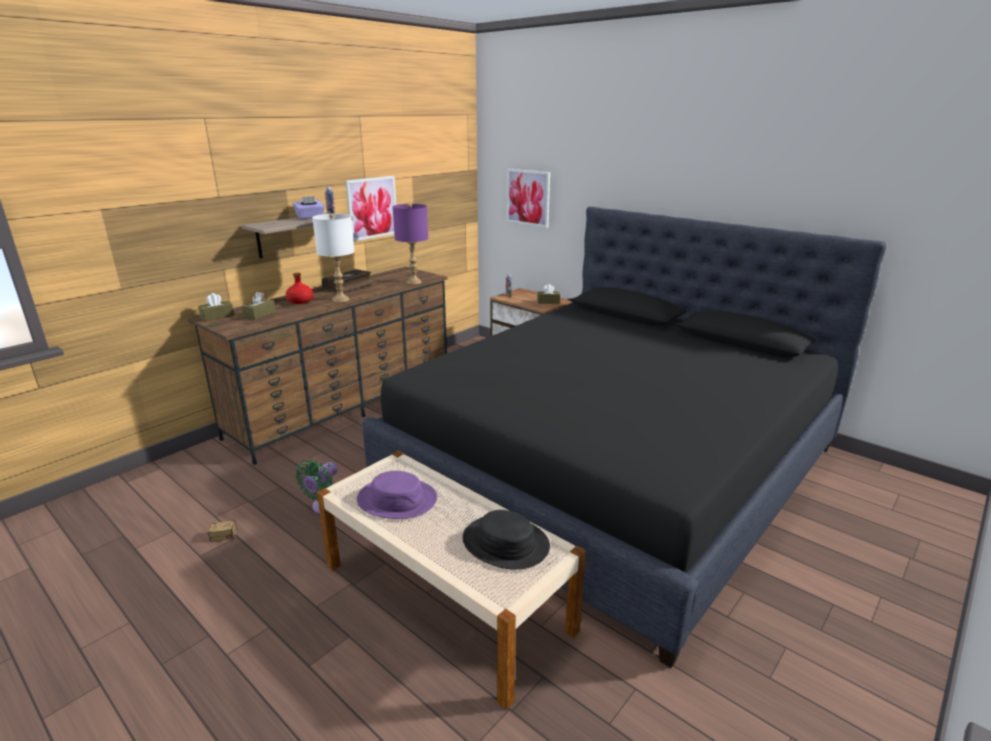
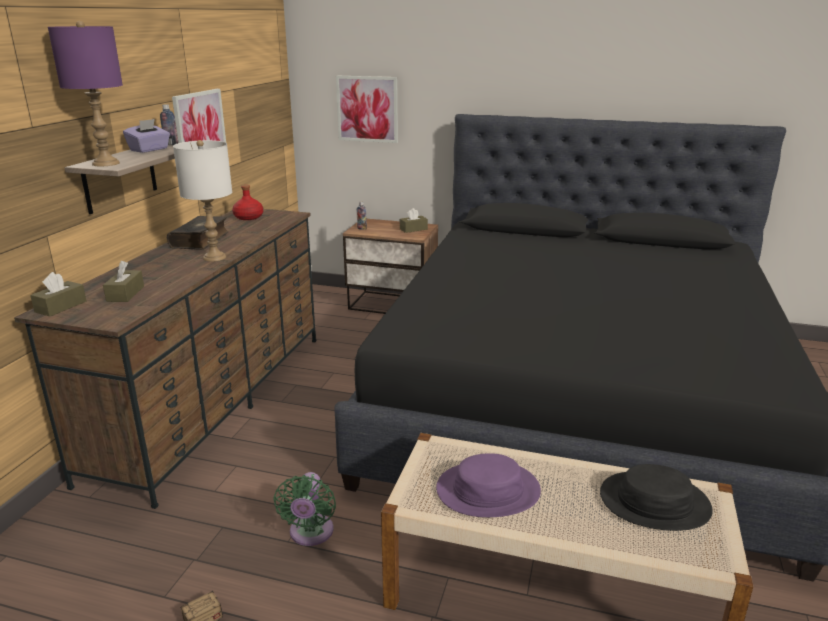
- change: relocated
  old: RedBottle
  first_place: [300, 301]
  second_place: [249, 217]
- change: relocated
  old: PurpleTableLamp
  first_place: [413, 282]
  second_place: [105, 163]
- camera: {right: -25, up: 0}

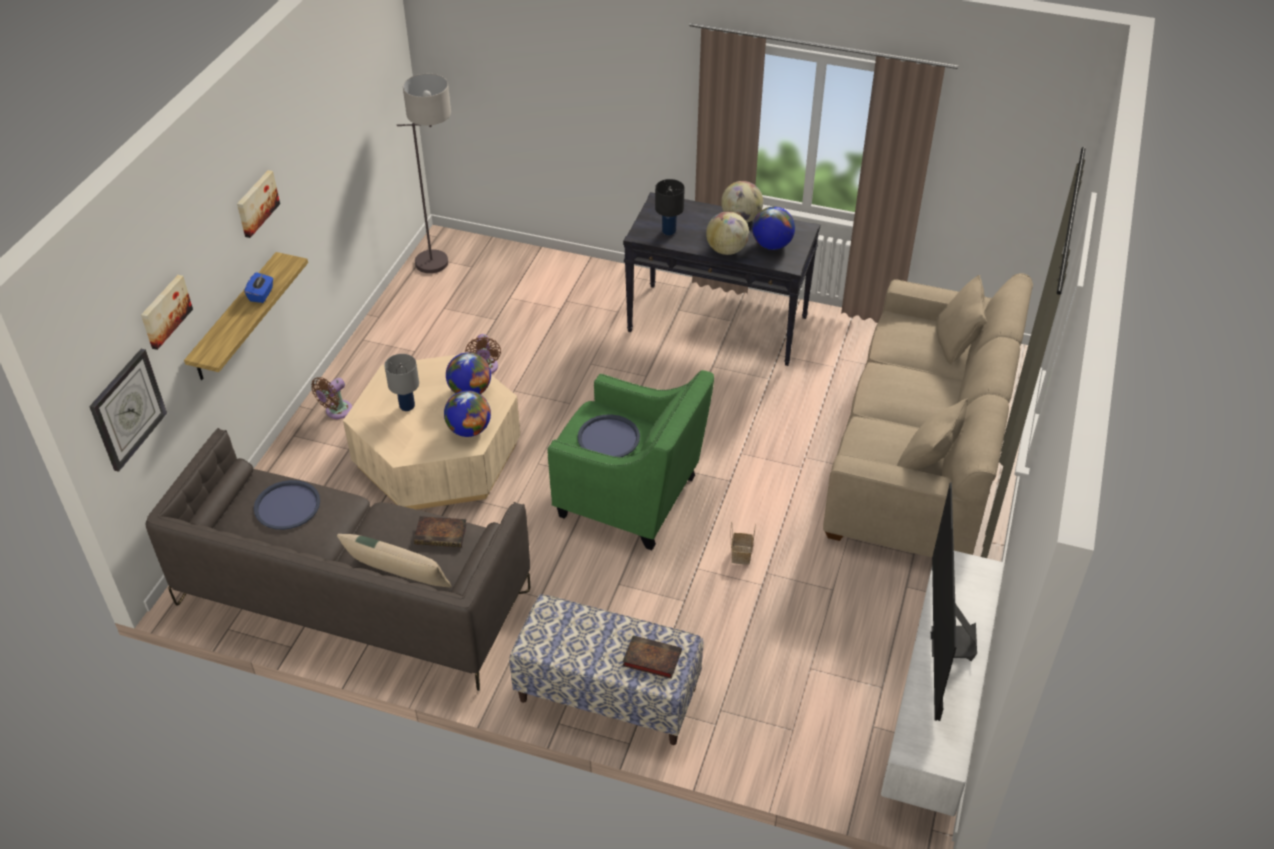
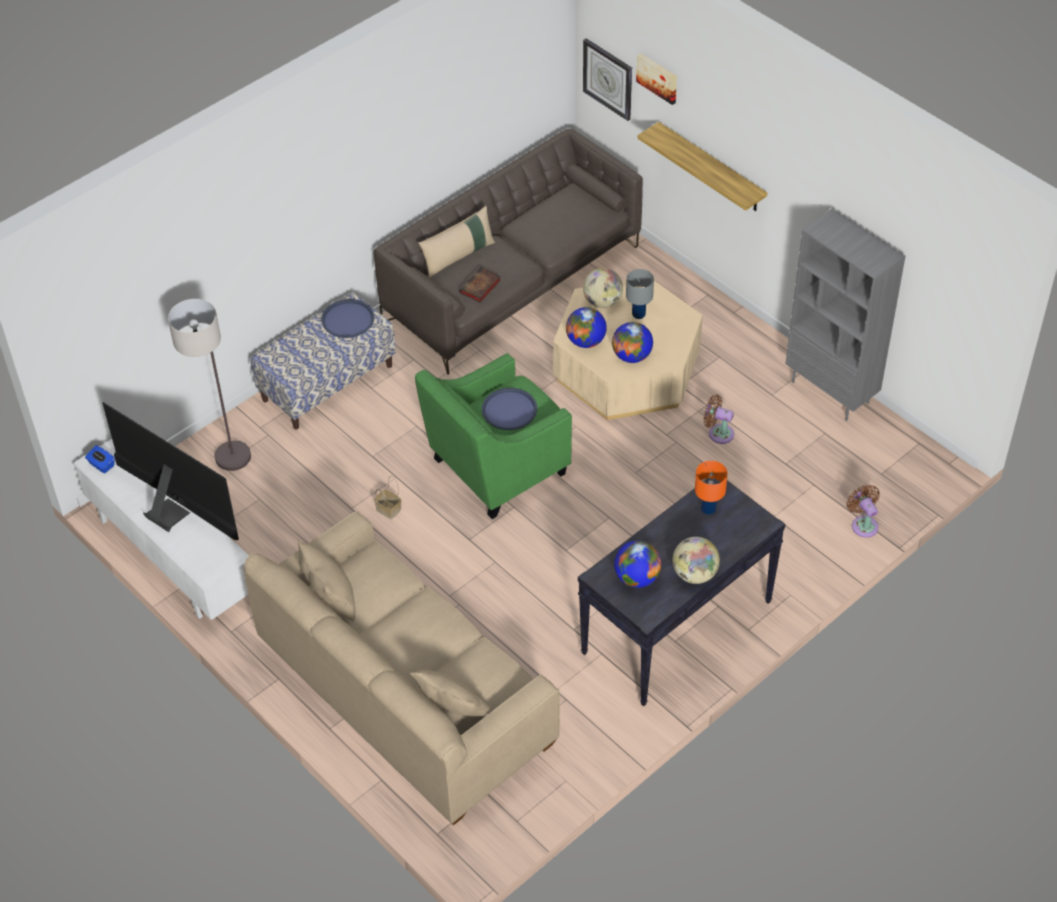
- change: missing
  old: Picture
  first_place: [256, 203]
- change: missing
  old: Book
  first_place: [650, 659]
- change: appeared
  new: GreyBookcase
  second_place: [831, 392]
- change: relocated
  old: BlueTissueBox
  first_place: [261, 295]
  second_place: [101, 465]
- change: relocated
  old: BlueTray
  first_place: [287, 506]
  second_place: [347, 319]
- change: relocated
  old: BrownFan
  first_place: [336, 411]
  second_place: [863, 524]
- change: relocated
  old: GreyFloorLamp
  first_place: [442, 262]
  second_place: [227, 464]
- change: relocated
  old: Globe
  first_place: [726, 250]
  second_place: [602, 302]
- change: colour
  old: BlackTableLamp
  new: OrangeTableLamp
  first_place: [668, 232]
  second_place: [708, 508]
- camera: {right: 120, up: 5}

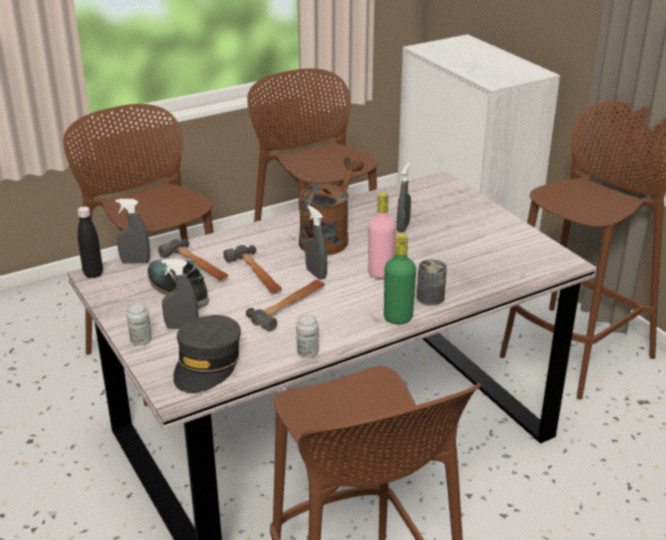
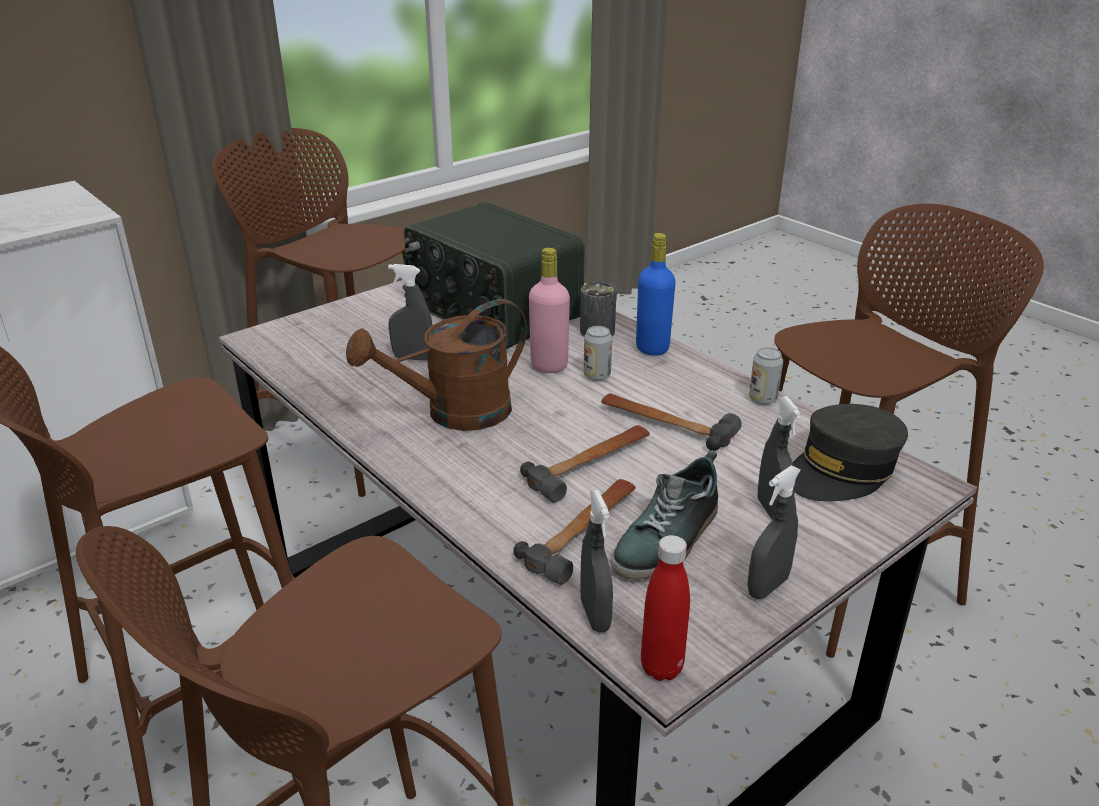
- change: appeared
  new: Radio
  second_place: [492, 311]
- change: relocated
  old: Can
  first_place: [141, 340]
  second_place: [597, 375]
- change: relocated
  old: GreySprayBottle
  first_place: [316, 274]
  second_place: [767, 587]
- change: colour
  old: BlackBottle
  new: RedBottle
  first_place: [93, 274]
  second_place: [661, 667]
- change: colour
  old: GreenBottle
  new: BlueBottle
  first_place: [398, 318]
  second_place: [652, 348]
- change: spun
  old: GreyCap
  first_place: [207, 364]
  second_place: [842, 470]
  degrees: 135
- change: spun
  old: BrownWateringCan
  first_place: [328, 237]
  second_place: [454, 414]
  degrees: -45
- camera: {right: -100, up: 0}

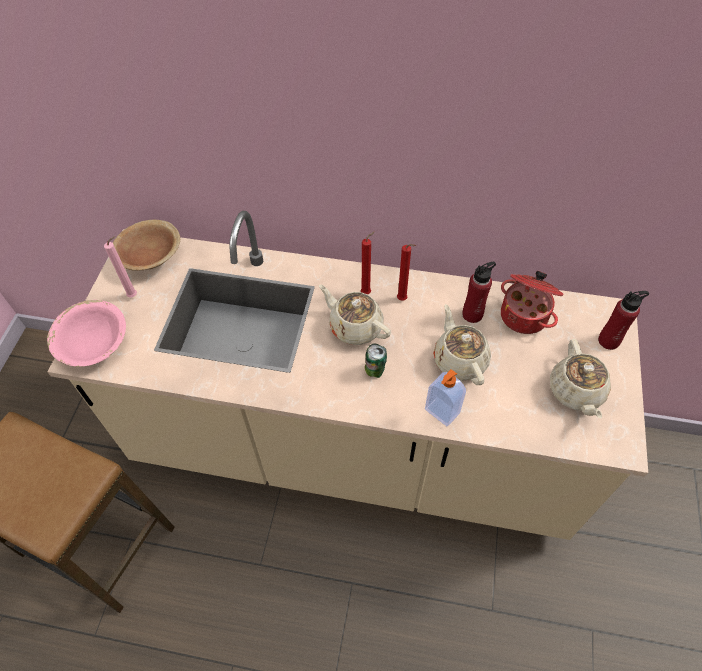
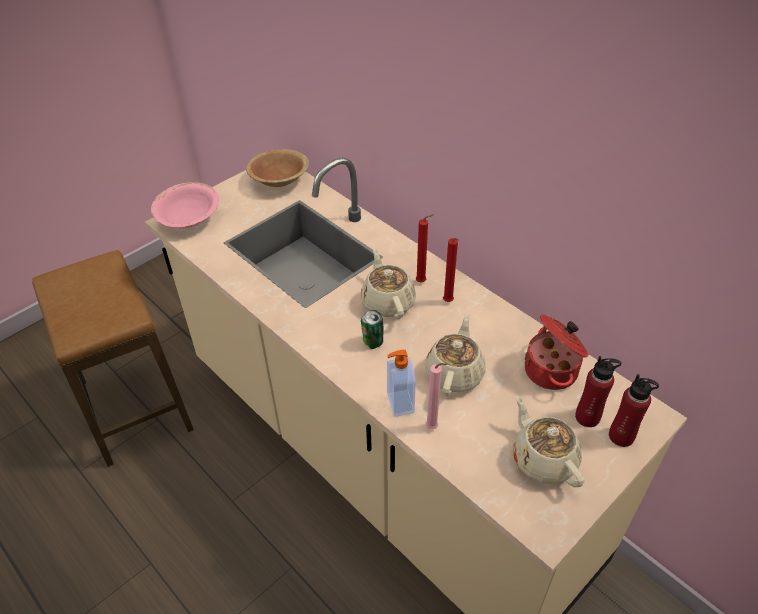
- change: relocated
  old: PinkCandle
  first_place: [134, 295]
  second_place: [433, 428]
- change: relocated
  old: RedBottle
  first_place: [472, 314]
  second_place: [587, 417]
- change: spun
  old: BeigeTeapot
  first_place: [576, 392]
  second_place: [543, 459]
  degrees: 120
- camera: {right: 35, up: -10}

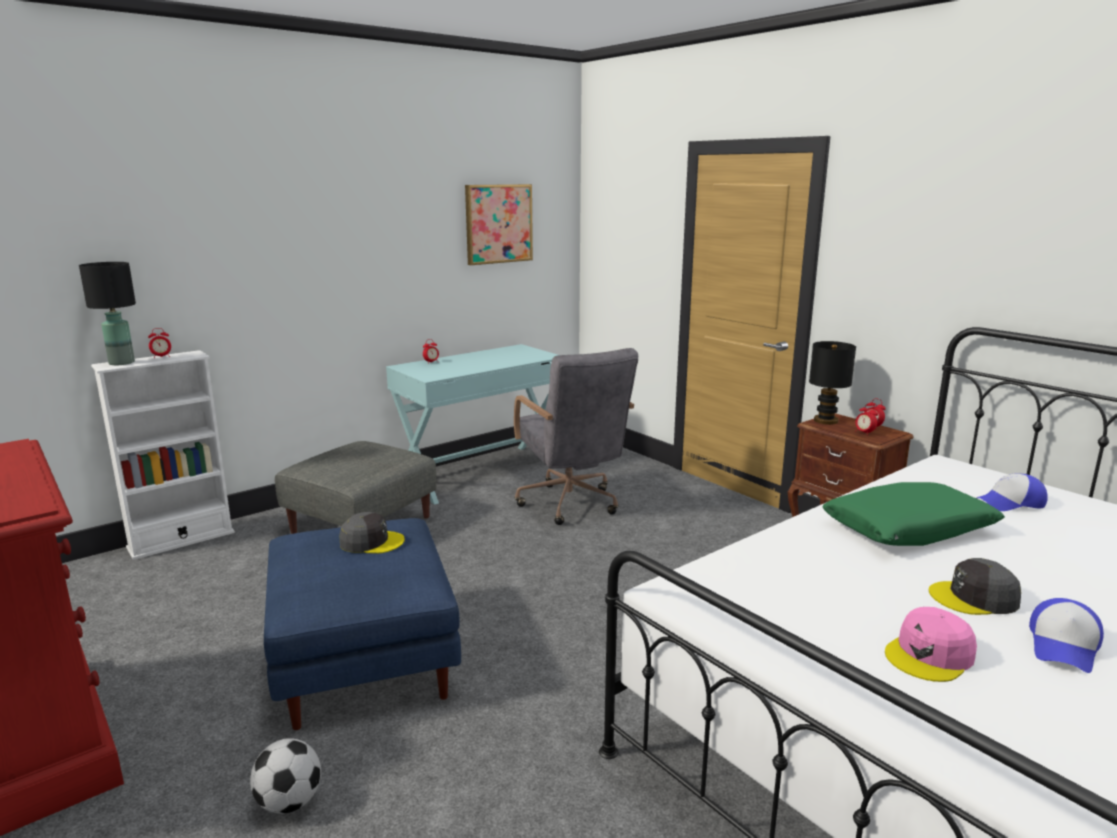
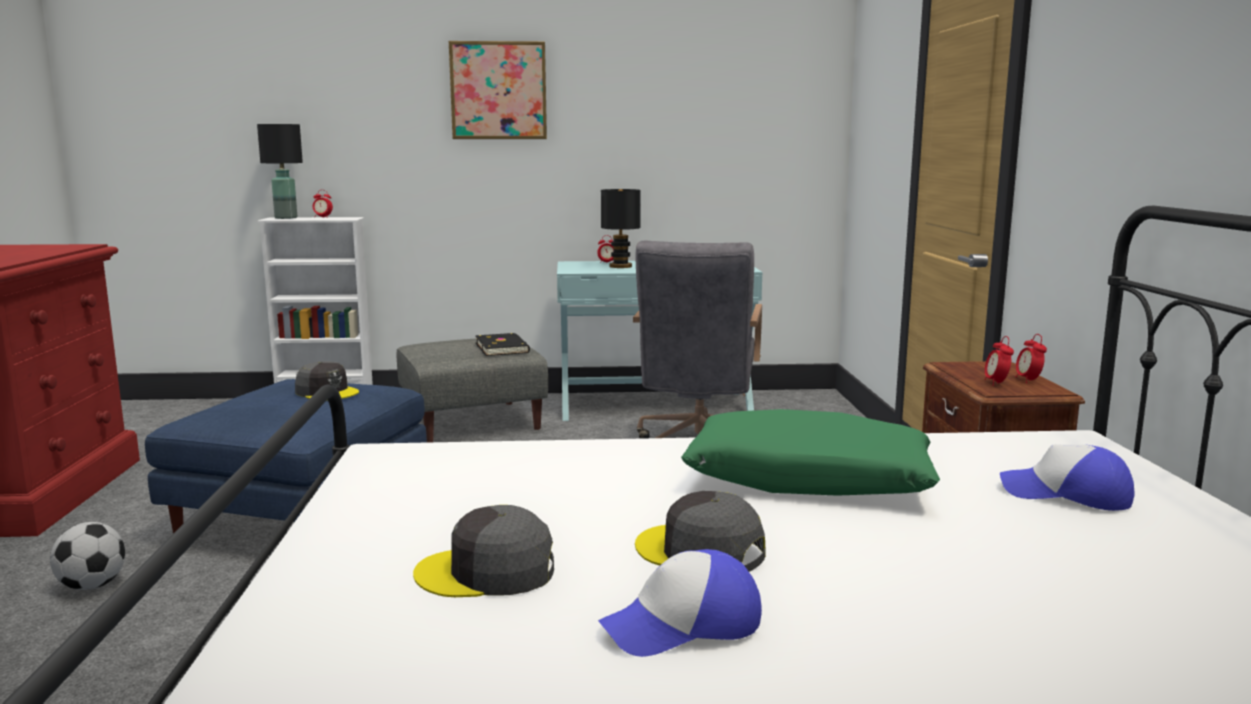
- change: appeared
  new: BlackBook
  second_place: [503, 348]
- change: relocated
  old: Picture
  first_place: [498, 224]
  second_place: [498, 91]
- change: relocated
  old: BlackTableLamp
  first_place: [825, 421]
  second_place: [620, 266]
- change: colour
  old: PinkCap
  new: GreyCap
  first_place: [930, 655]
  second_place: [487, 572]
- camera: {right: 35, up: -5}

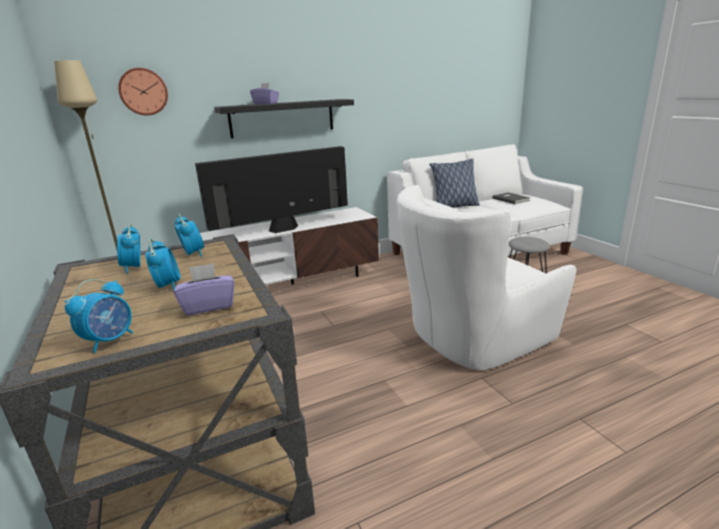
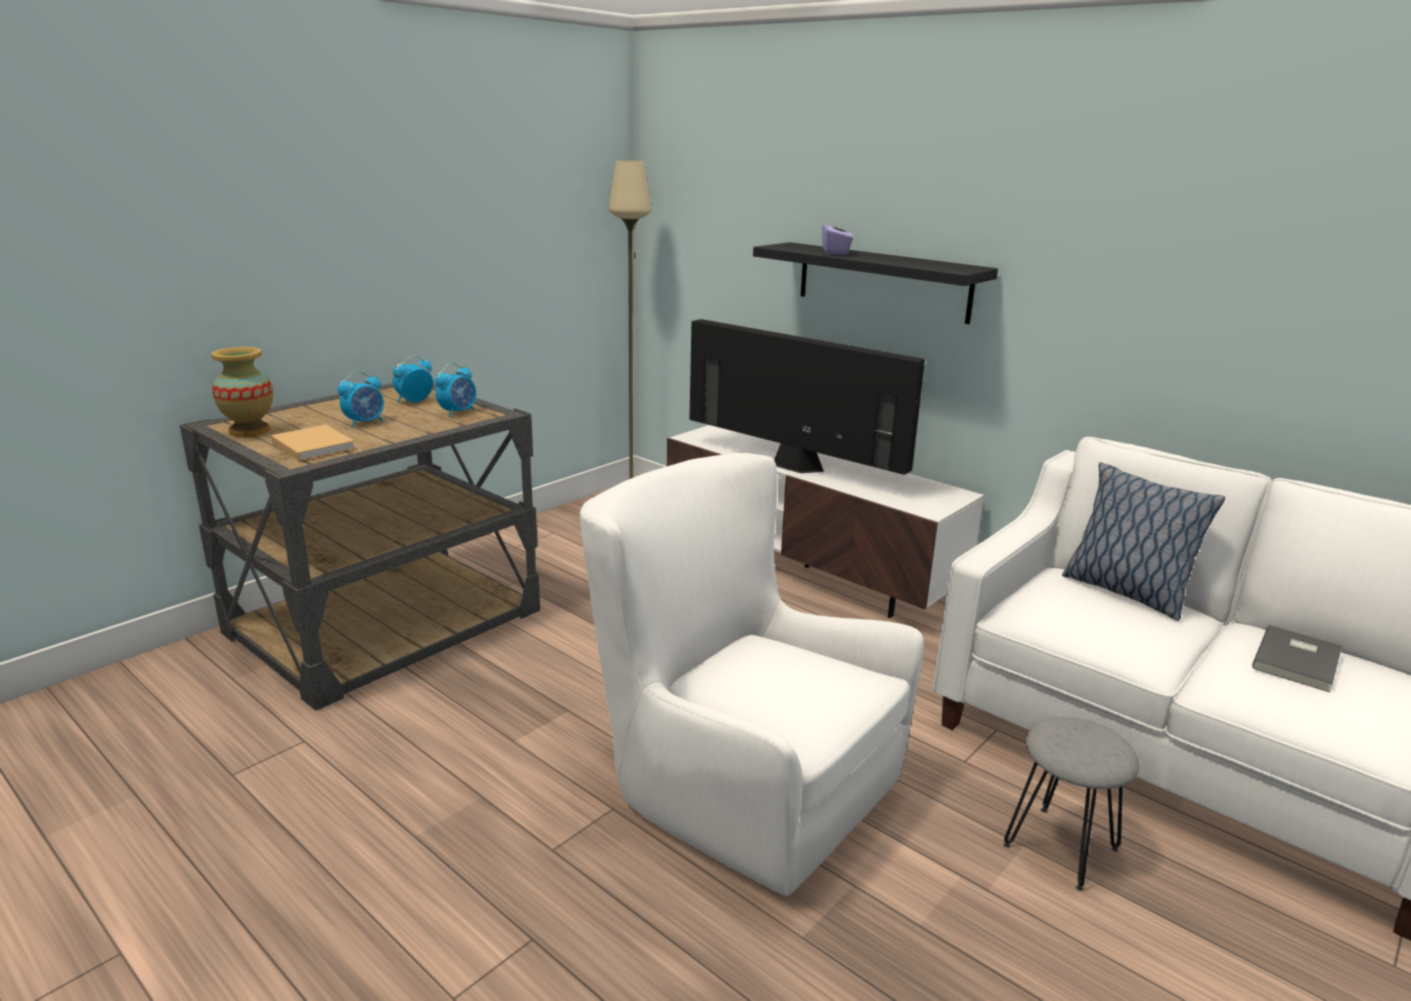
- change: missing
  old: WallClock
  first_place: [143, 92]
- change: exchanged
  old: AlarmClock
  new: Vase
  first_place: [110, 340]
  second_place: [250, 431]
- change: exchanged
  old: PurpleTissueBox
  new: BeigeBook
  first_place: [209, 306]
  second_place: [312, 445]
- camera: {right: 65, up: 0}

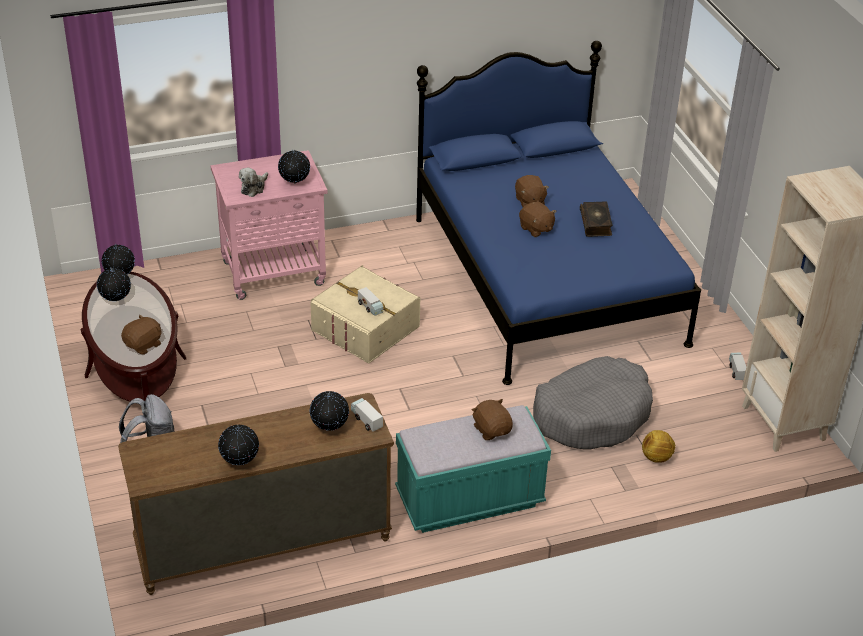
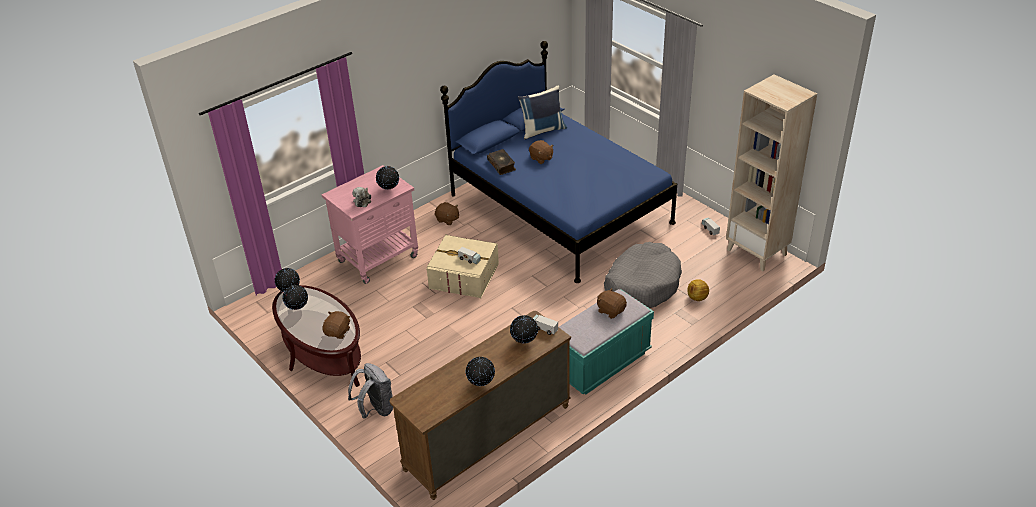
- change: appeared
  new: BluePillow
  second_place: [542, 130]
- change: relocated
  old: BrownPlushToy
  first_place: [536, 229]
  second_place: [447, 220]
- change: relocated
  old: Book
  first_place: [596, 224]
  second_place: [502, 165]
- camera: {right: -20, up: 0}

